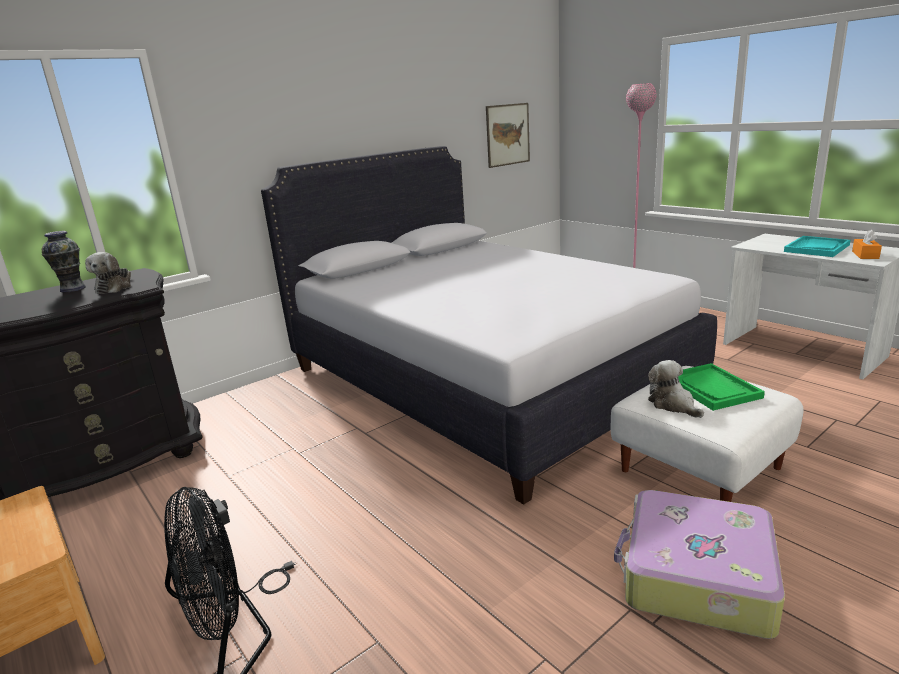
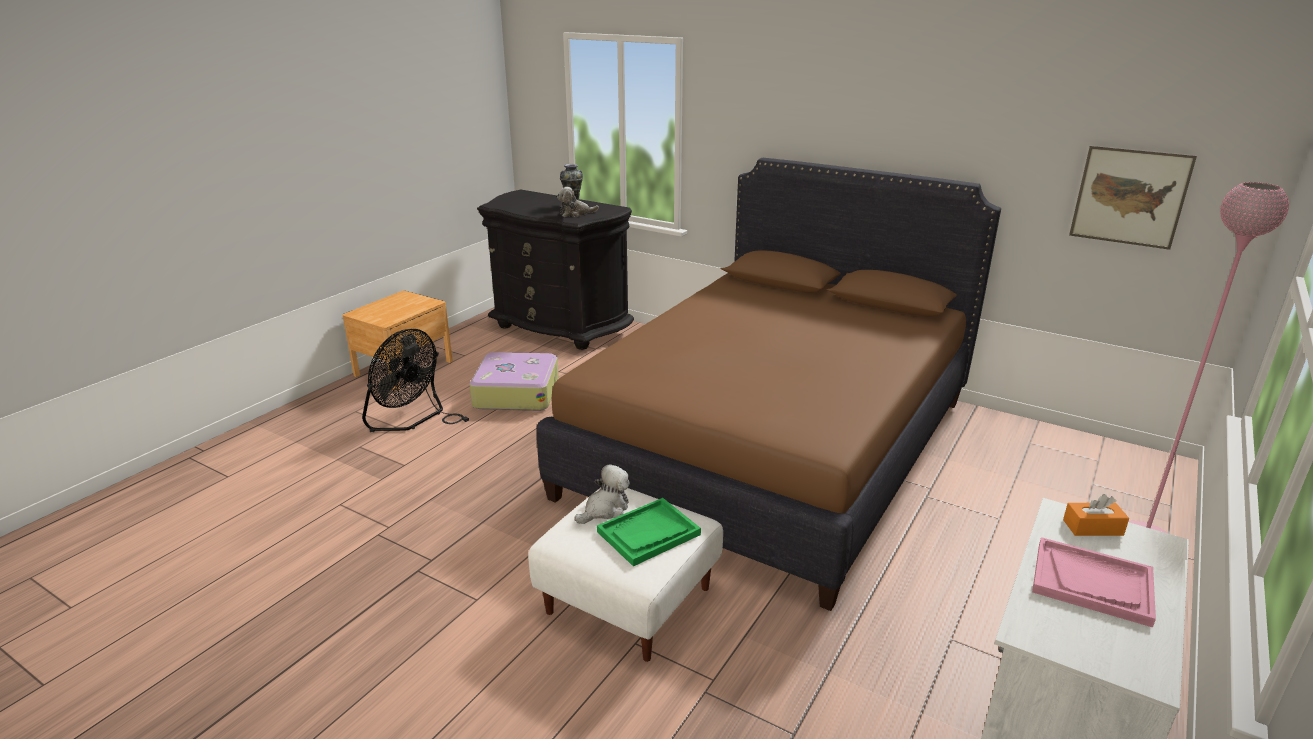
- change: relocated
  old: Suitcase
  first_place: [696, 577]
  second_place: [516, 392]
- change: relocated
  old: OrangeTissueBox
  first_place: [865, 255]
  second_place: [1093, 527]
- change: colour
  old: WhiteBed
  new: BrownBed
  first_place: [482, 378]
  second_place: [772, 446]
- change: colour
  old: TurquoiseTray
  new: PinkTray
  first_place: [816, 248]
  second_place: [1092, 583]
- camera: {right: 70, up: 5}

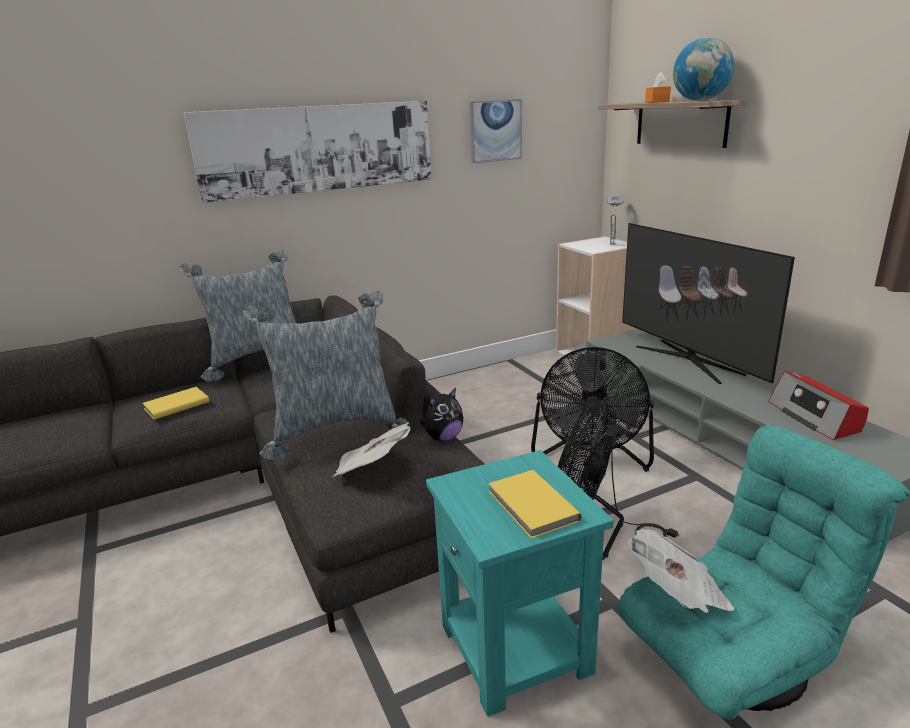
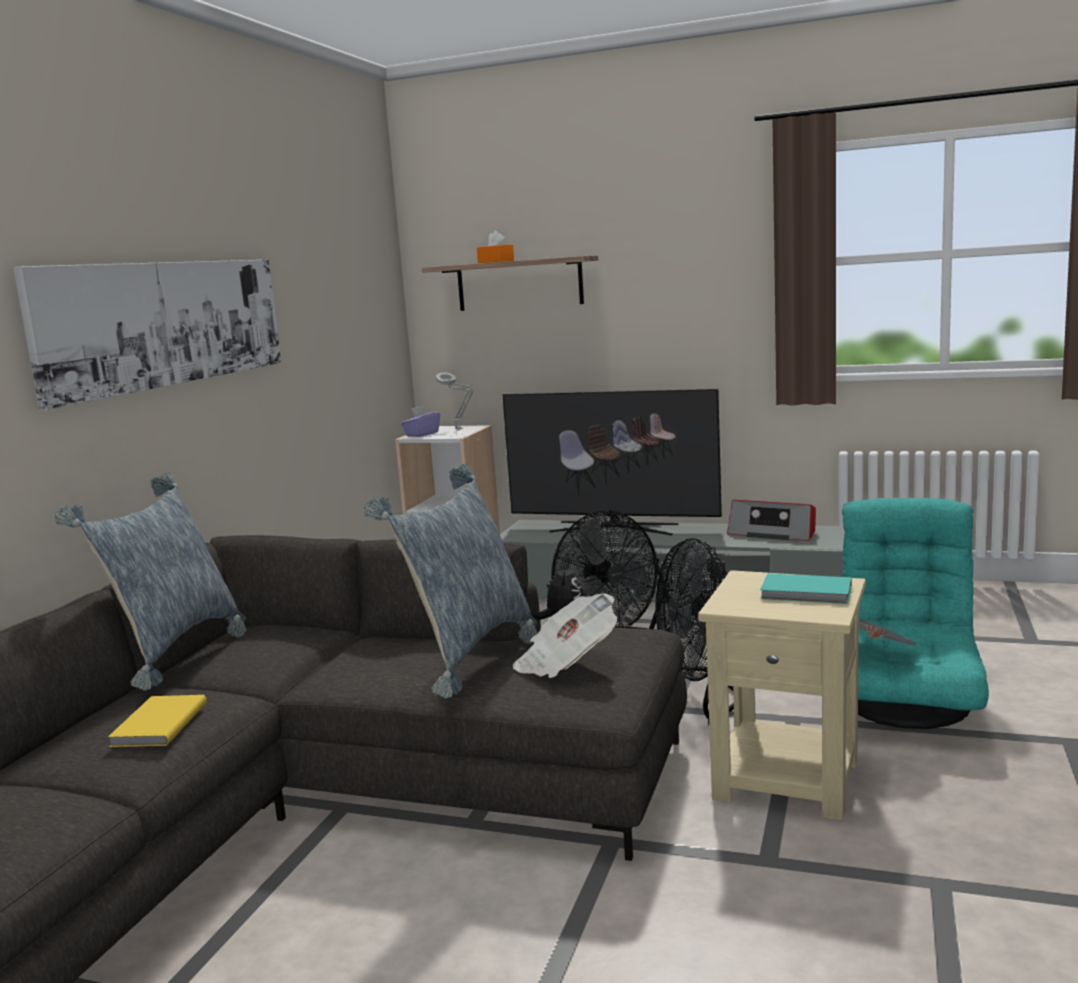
- change: missing
  old: Picture
  first_place: [495, 131]
- change: missing
  old: Globe
  first_place: [700, 101]
- change: appeared
  new: PurpleTissueBox
  second_place: [422, 434]
- change: colour
  old: TurquoiseSideTable
  new: BeigeSideTable
  first_place: [516, 650]
  second_place: [788, 779]
- change: colour
  old: YellowBook
  new: TurquoiseBook
  first_place: [531, 507]
  second_place: [807, 593]
- camera: {right: -45, up: -10}

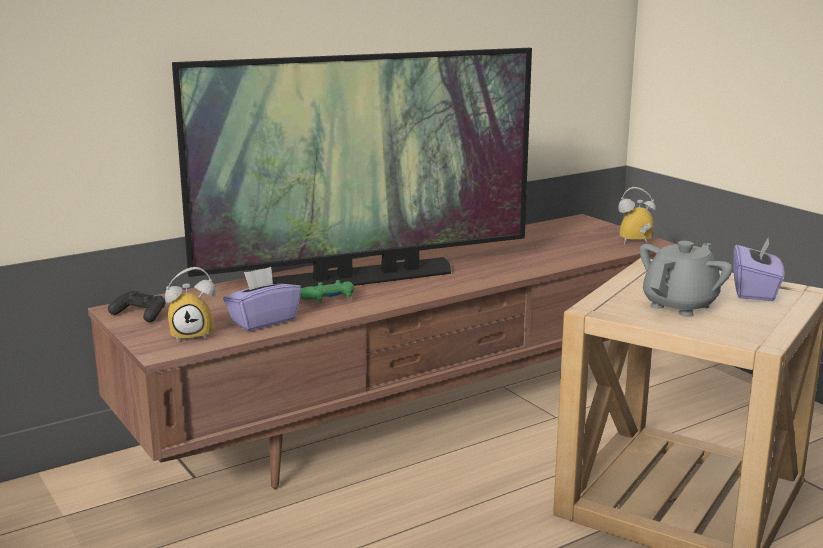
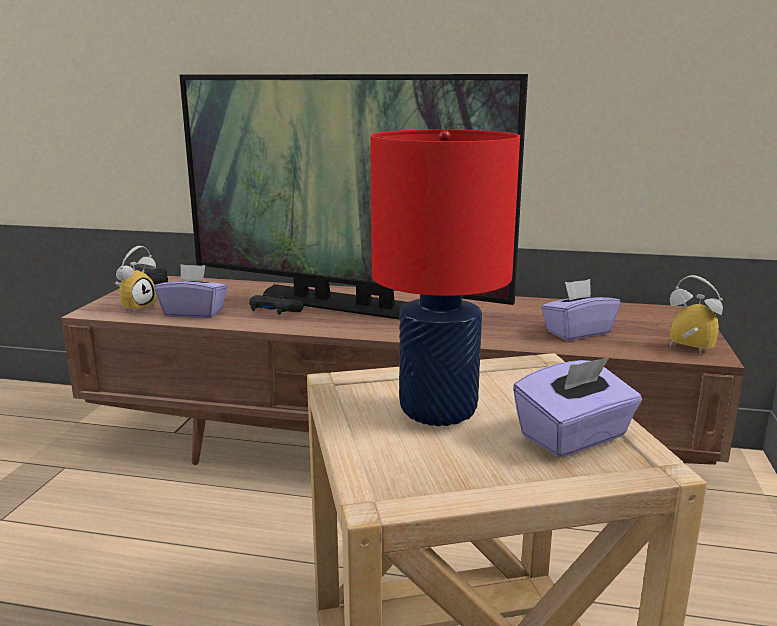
- change: appeared
  new: PurpleTissueBox
  second_place: [577, 332]
- change: exchanged
  old: GreyTeapot
  new: RedTableLamp
  first_place: [680, 306]
  second_place: [437, 416]
- change: colour
  old: GreenGameController
  new: BlackGameController
  first_place: [329, 299]
  second_place: [274, 312]
- change: spun
  old: AlarmClock
  first_place: [193, 334]
  second_place: [137, 307]
  degrees: -90
- camera: {right: 45, up: 0}

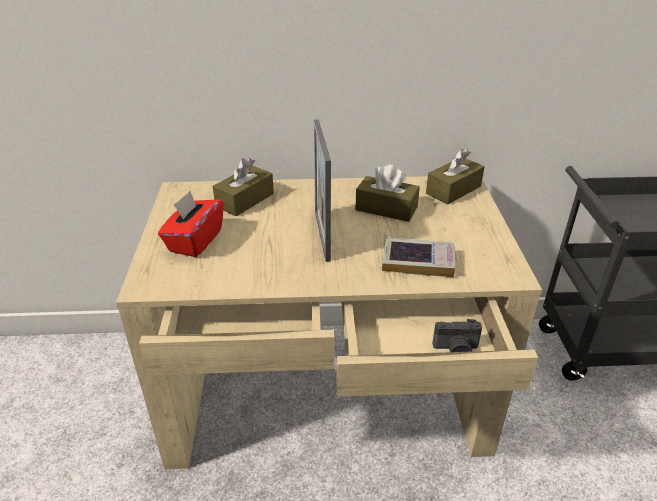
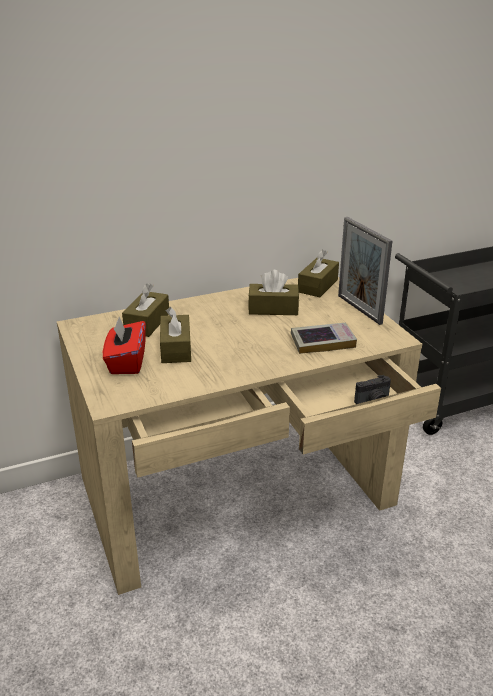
- change: appeared
  new: BrownTissueBox
  second_place: [176, 348]
- change: relocated
  old: PictureFrame
  first_place: [322, 235]
  second_place: [359, 309]
- camera: {right: -20, up: -5}

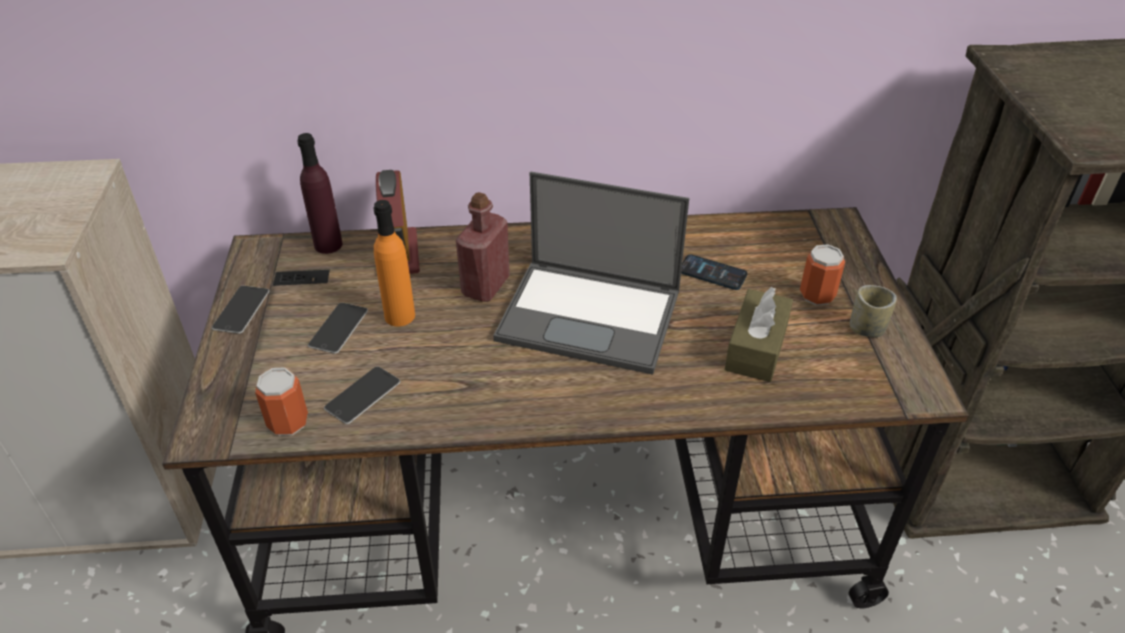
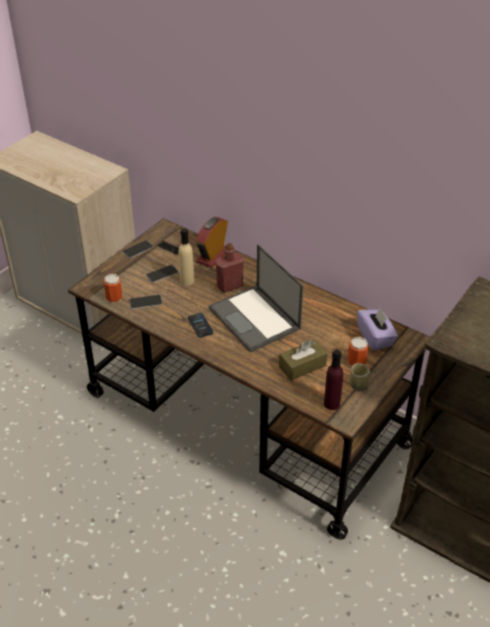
- change: appeared
  new: PurpleTissueBox
  second_place: [375, 338]
- change: relocated
  old: PurpleBottle
  first_place: [328, 245]
  second_place: [332, 403]
- change: relocated
  old: Phone
  first_place: [712, 273]
  second_place: [200, 325]
- change: colour
  old: OrangeBottle
  new: BeigeBottle
  first_place: [400, 316]
  second_place: [187, 281]
- camera: {right: 40, up: 0}

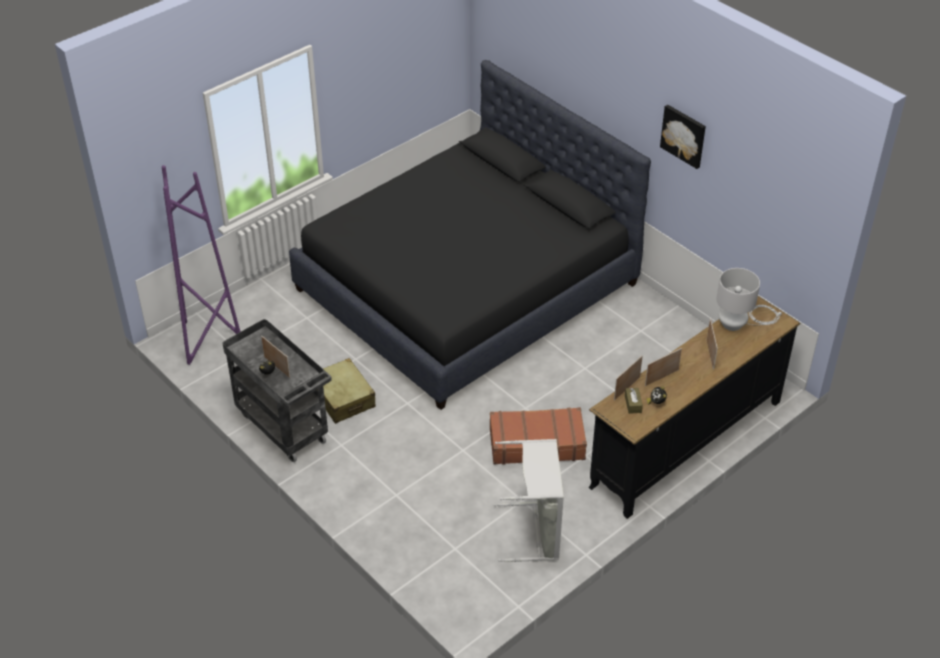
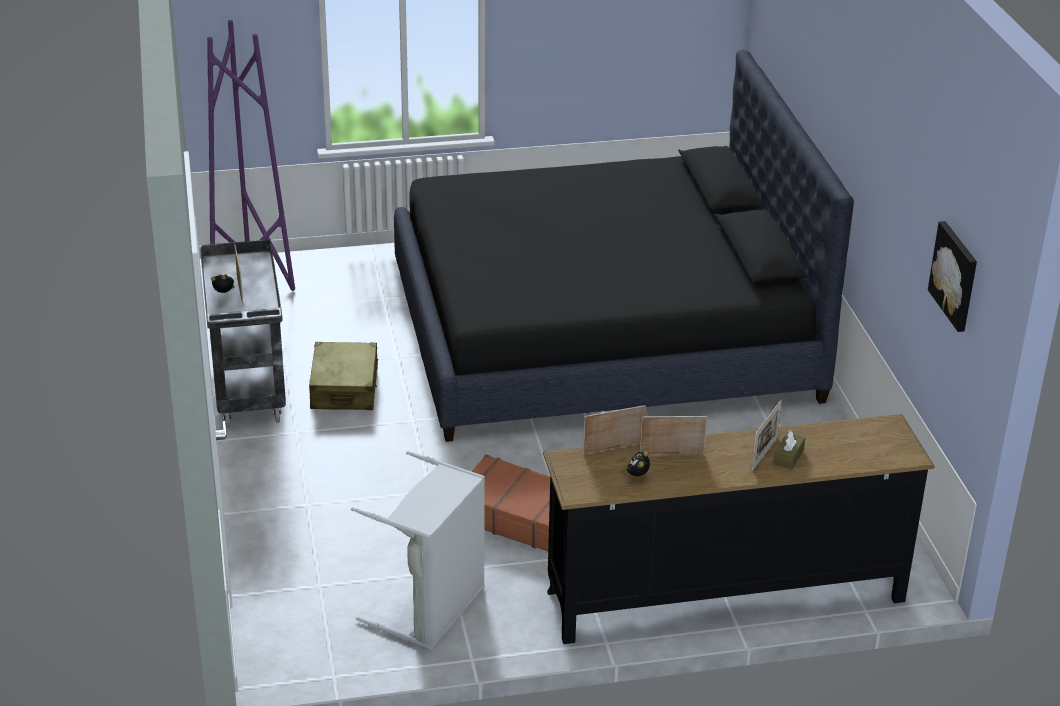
- change: missing
  old: WhiteTableLamp
  first_place: [744, 321]
- change: relocated
  old: BrownTissueBox
  first_place: [633, 404]
  second_place: [788, 457]
- change: relocated
  old: Picture
  first_place: [684, 135]
  second_place: [955, 275]
- camera: {right: 30, up: -10}

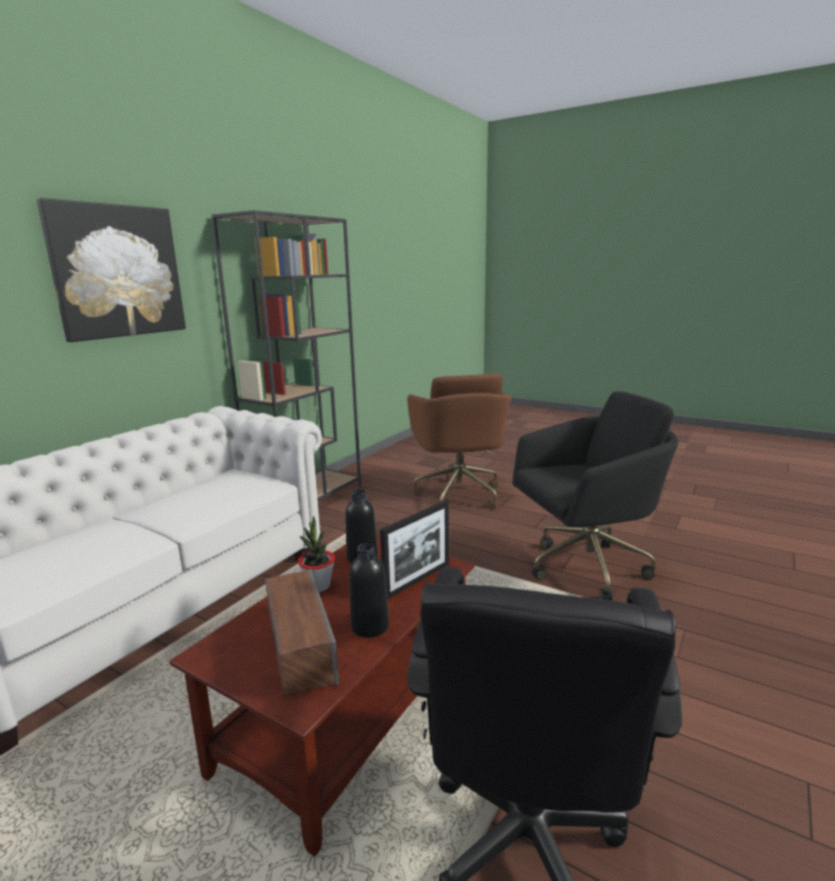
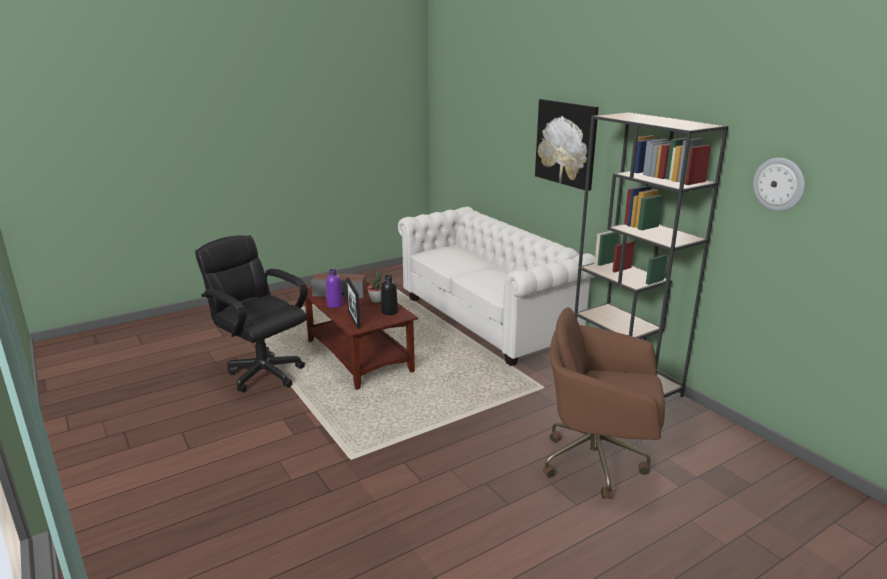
- change: missing
  old: BlackOfficeChair
  first_place: [582, 569]
- change: appeared
  new: WallClock
  second_place: [779, 184]
- change: colour
  old: BlackBottle
  new: PurpleBottle
  first_place: [370, 626]
  second_place: [335, 305]
- camera: {right: 115, up: 5}

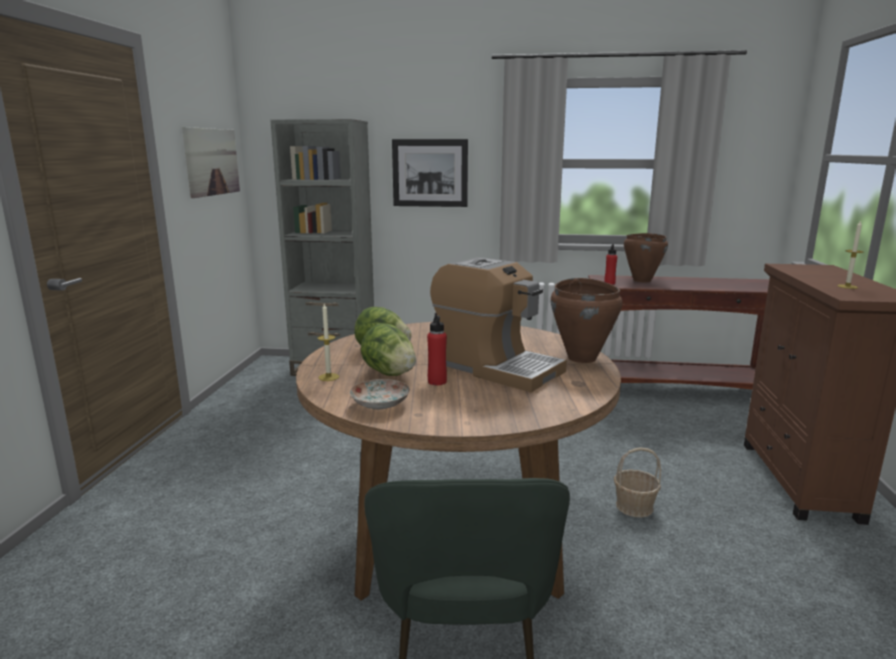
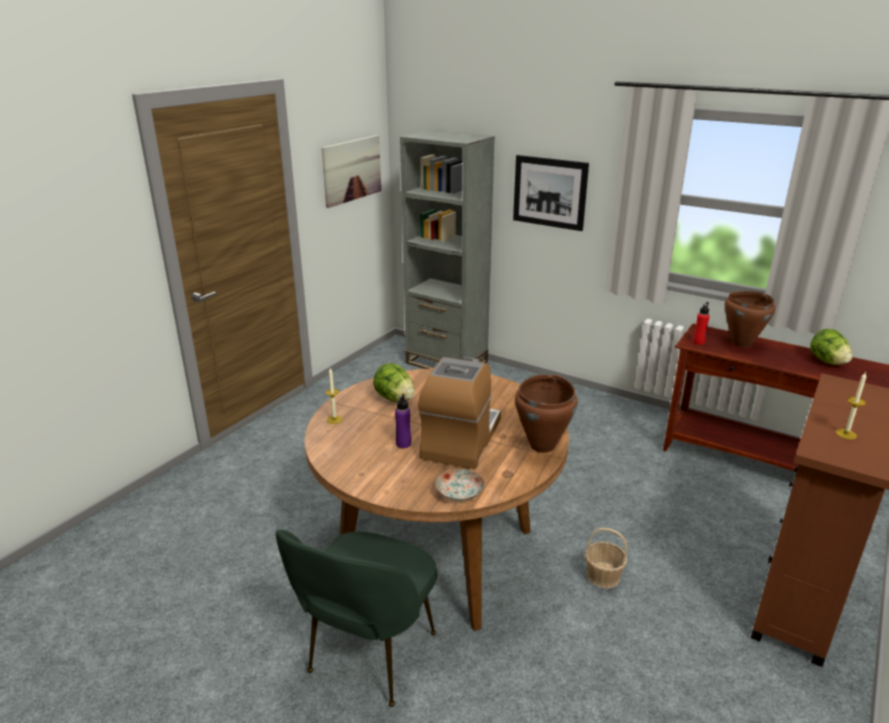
- change: relocated
  old: Plate
  first_place: [381, 404]
  second_place: [460, 493]
- change: relocated
  old: Lettuce
  first_place: [389, 373]
  second_place: [827, 361]
- change: colour
  old: RedBottle
  new: PurpleBottle
  first_place: [437, 382]
  second_place: [403, 444]
- change: spun
  old: CoffeeMachine
  first_place: [495, 368]
  second_place: [461, 439]
  degrees: -135
- camera: {right: 25, up: 10}

